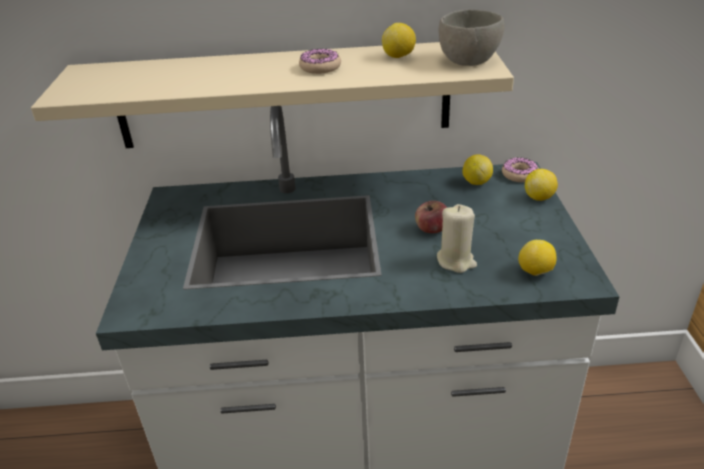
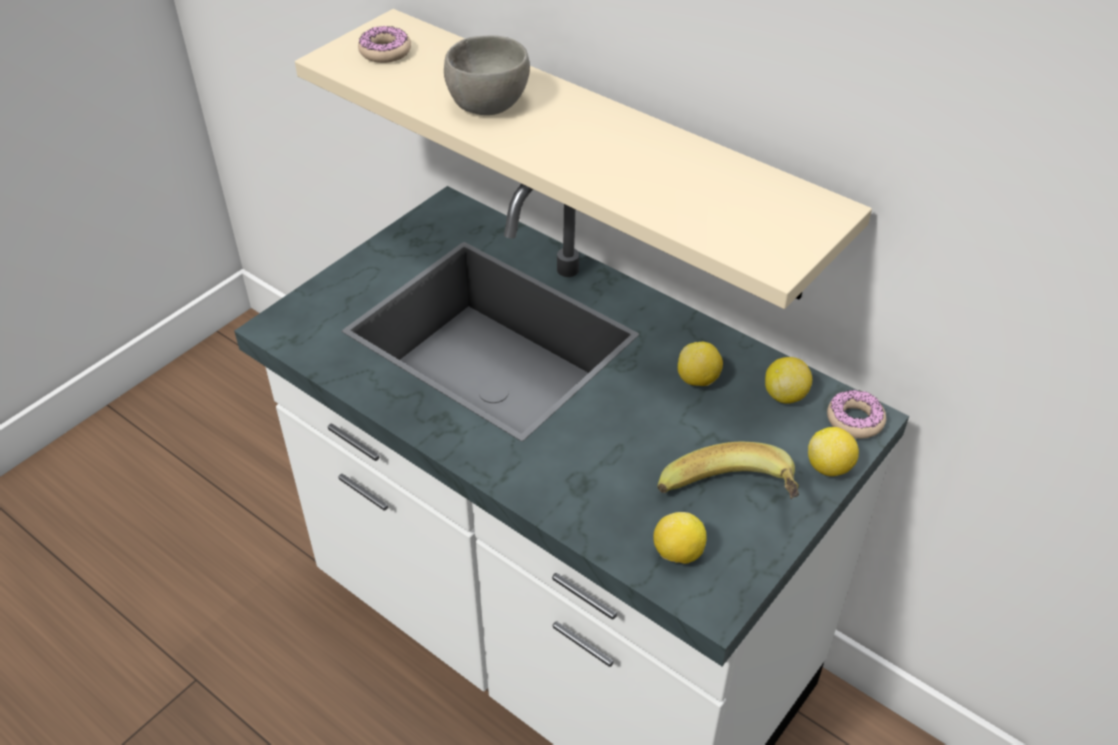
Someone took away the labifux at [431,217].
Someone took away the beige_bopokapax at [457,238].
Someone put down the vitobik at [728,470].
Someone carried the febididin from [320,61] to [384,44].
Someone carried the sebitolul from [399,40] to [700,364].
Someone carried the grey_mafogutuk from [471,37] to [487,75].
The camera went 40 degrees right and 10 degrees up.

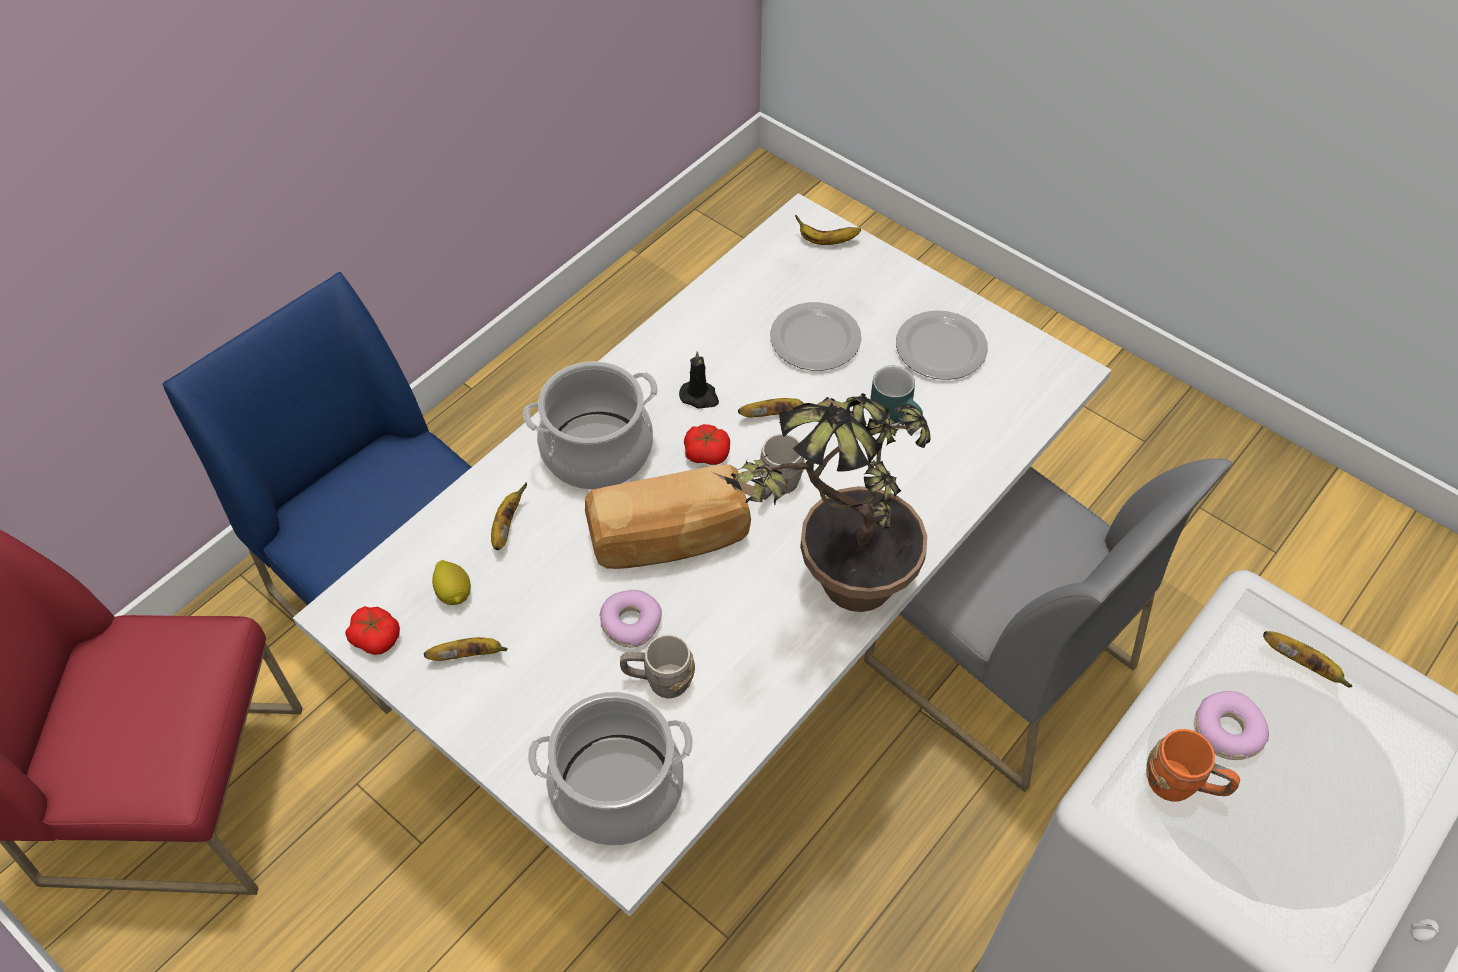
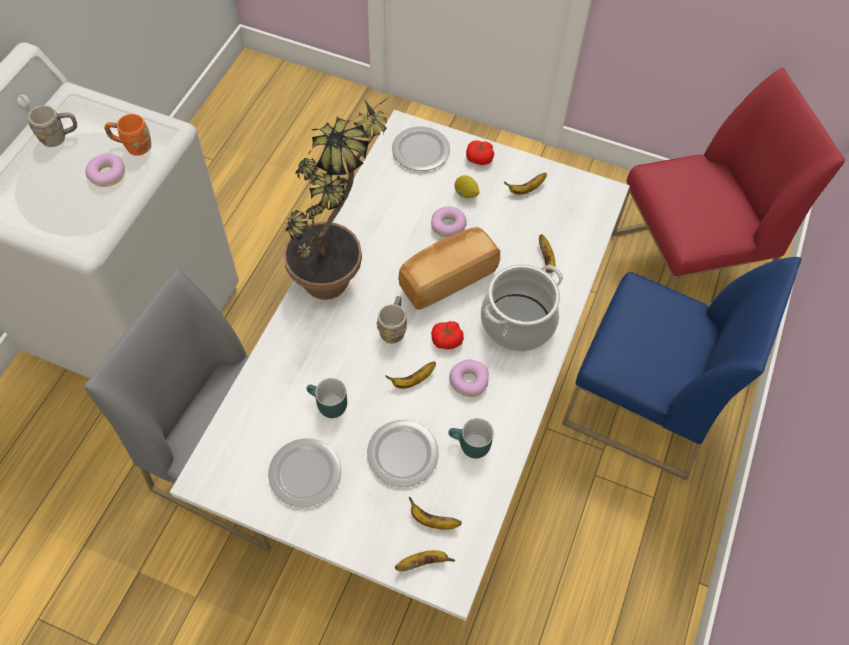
Someone put down the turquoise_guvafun at [471,438].
Someone carried the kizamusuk from [372,630] to [480,152].
Someone carried the sebitolul from [451,582] to [467,186].
Someone carried the grey_guvafun from [657,666] to [52,126].
Someone carried the vitobik from [1307,659] to [435,513].
Someone swapped the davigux at [610,769] for the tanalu at [421,148].
Someone swapped the black_bopokapax at [699,380] for the febididin at [469,378].
The camera went 160 degrees right and 5 degrees up.

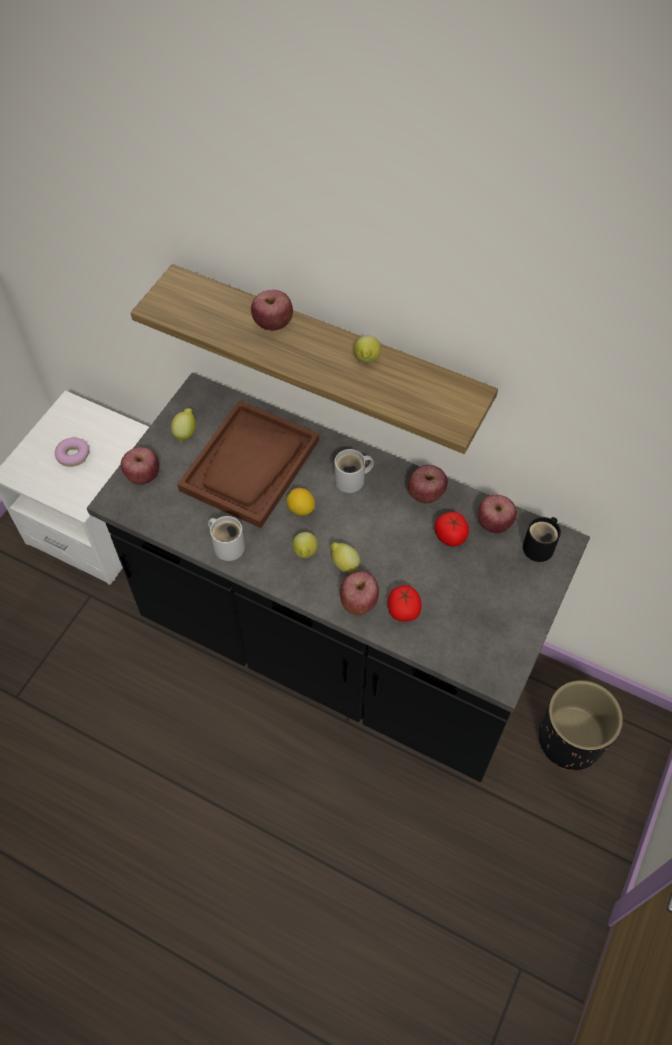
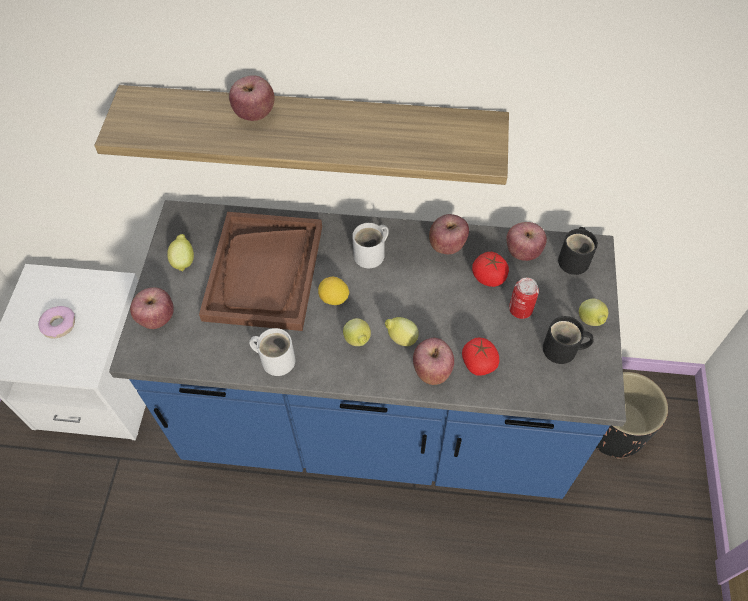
Someone put down the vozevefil at [524,298].
Someone put down the black_guvafun at [568,340].
Someone carried the sebitolul from [367,349] to [593,312].
Someone repainted the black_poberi at [338,577], which became the blue_poberi at [367,349].
The camera went 20 degrees left and 0 degrees up.

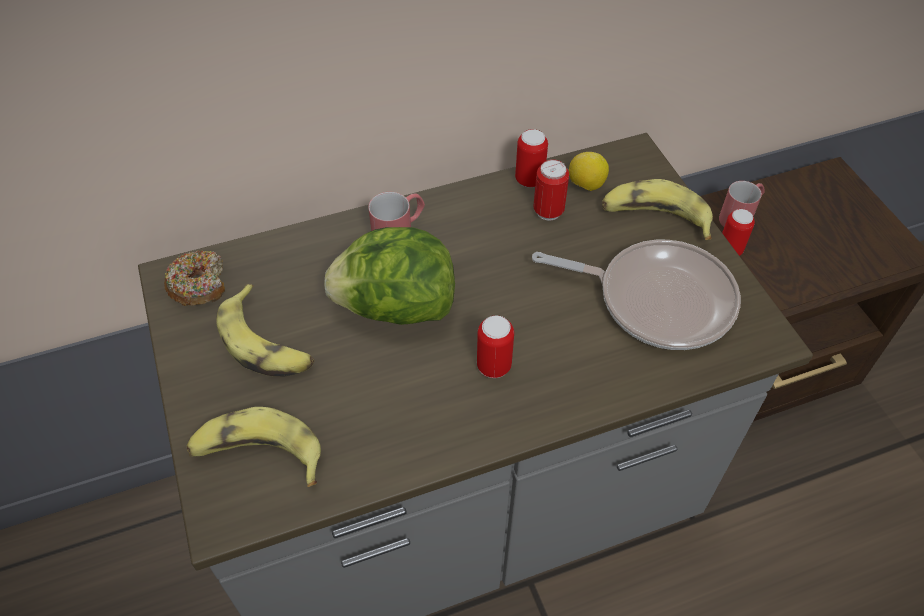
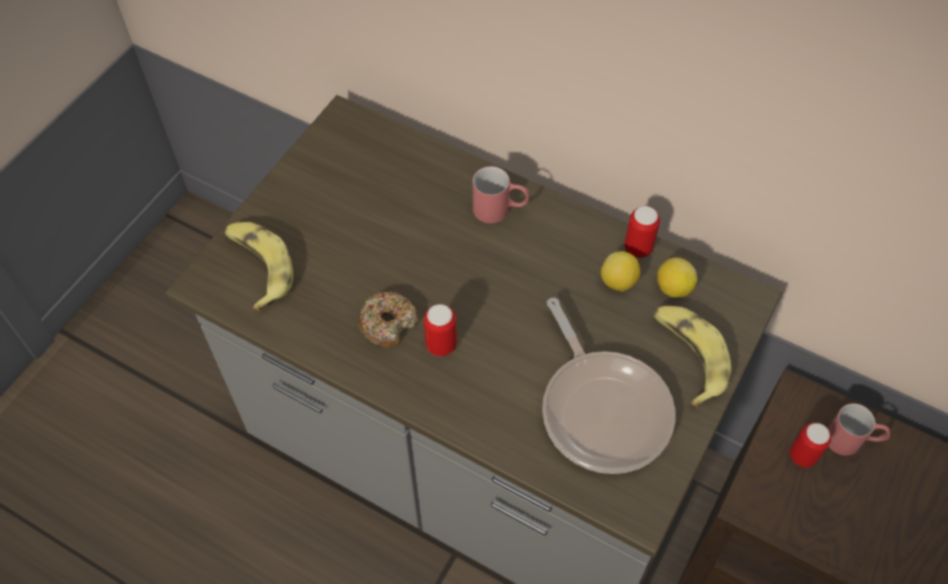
Someone took away the vitobik at [265,330].
Someone took away the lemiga at [389,276].
Someone carried the febididin from [194,278] to [388,320].
Someone swapped the vozevefil at [551,190] for the sebitolul at [620,271].
The camera went 50 degrees right and 5 degrees up.

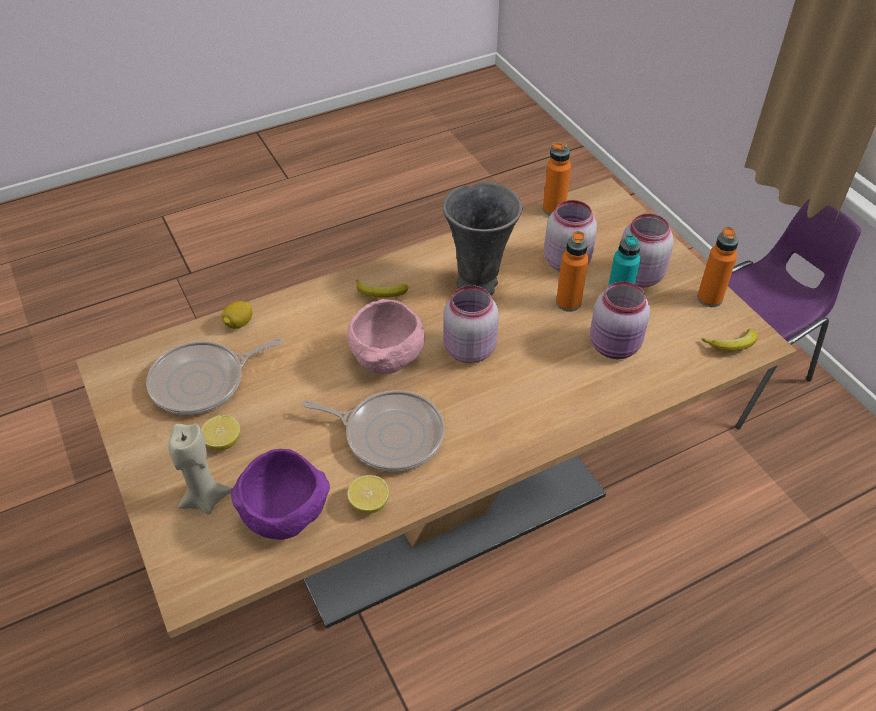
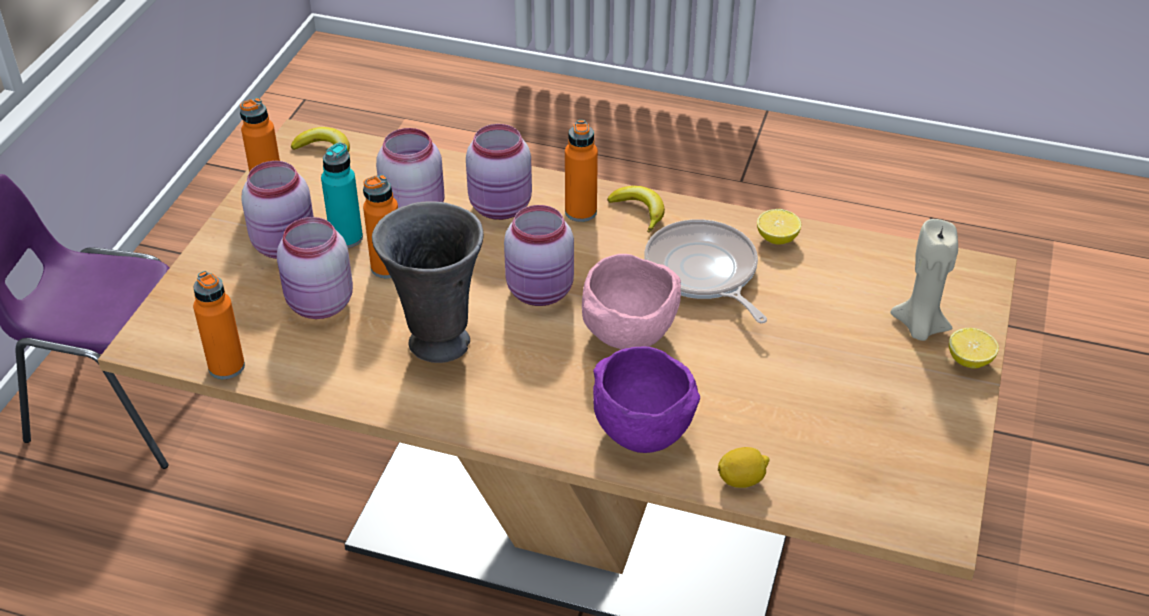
Someone took away the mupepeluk at [214,376].
Someone put down the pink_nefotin at [499,172].
Someone put down the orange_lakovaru at [581,171].
Someone carried the sebitolul from [220,432] to [974,348].
Someone carried the purple_mafogutuk from [280,494] to [646,400].
Someone carried the vitobik from [382,288] to [636,209].
The camera went 135 degrees left and 5 degrees down.

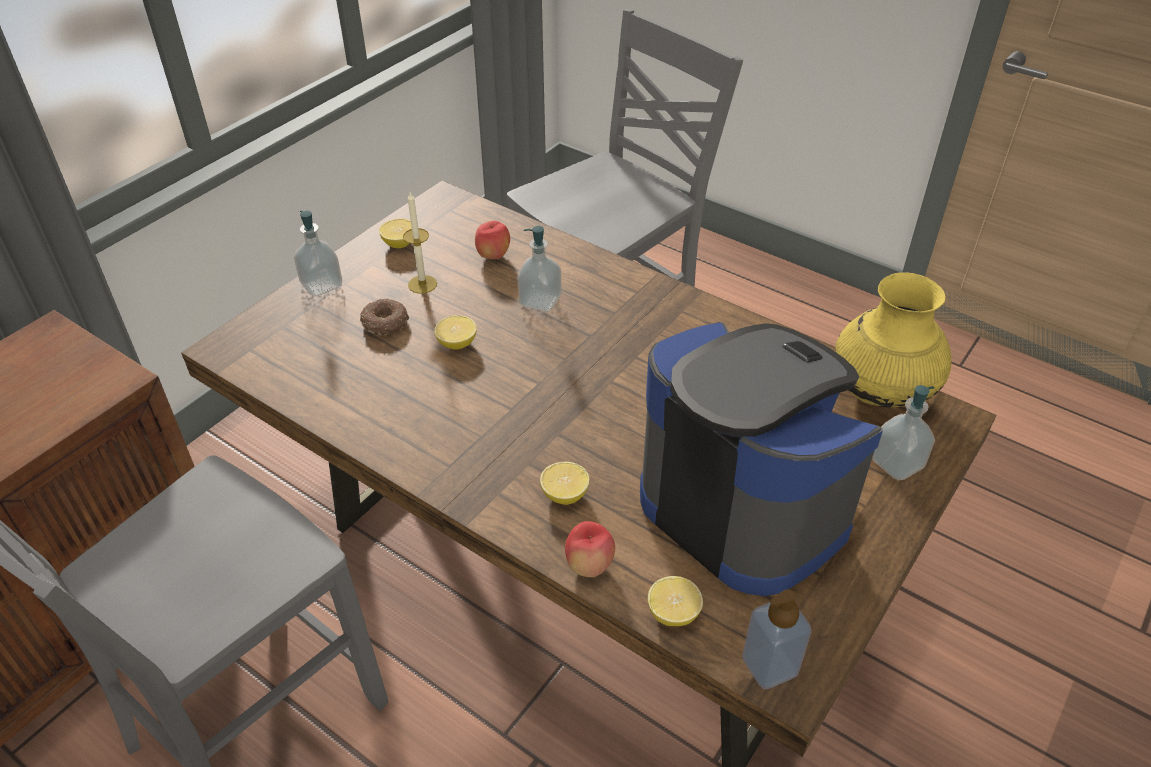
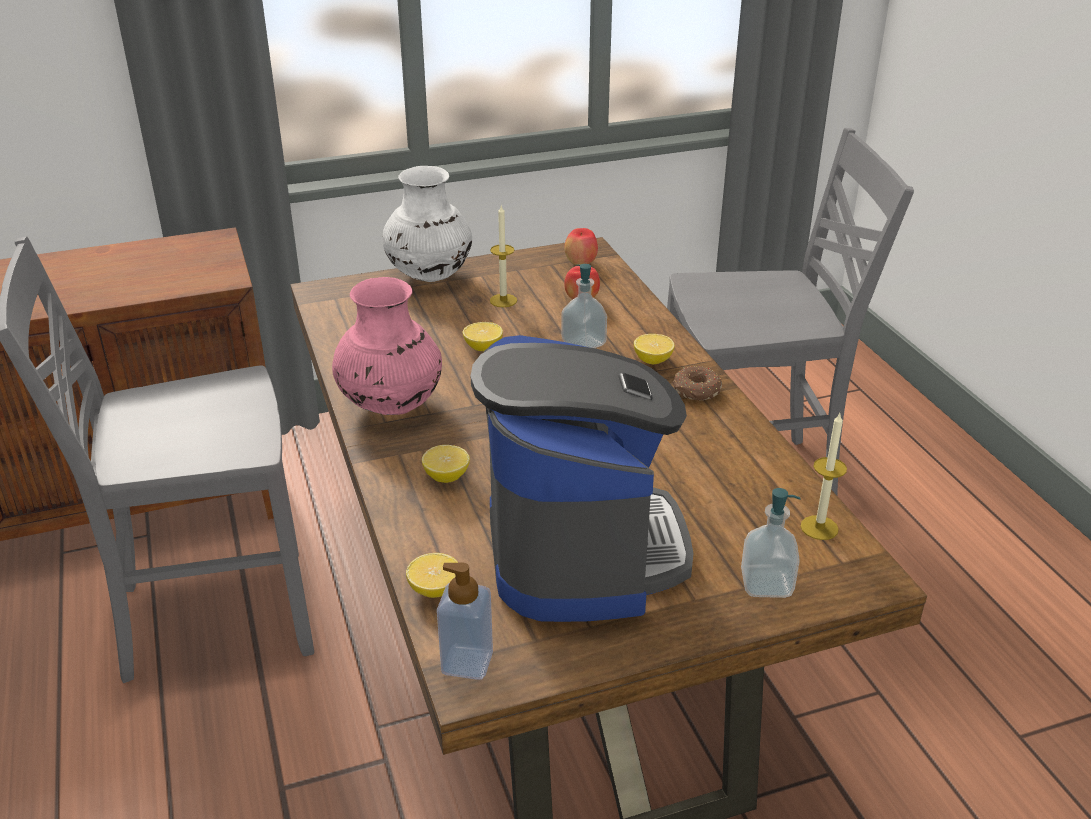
Someone put down the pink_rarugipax at [387,346].
Someone carried the febididin from [384,316] to [697,383].
Someone carried the sebitolul from [395,233] to [654,349].
Someone carried the labifux from [590,549] to [581,246].
Someone swapped the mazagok at [318,253] for the white_rarugipax at [427,224].
Someone swapped the yellow_rarugipax at [893,340] for the bopokapax at [823,476].
The camera went 35 degrees right and 10 degrees down.

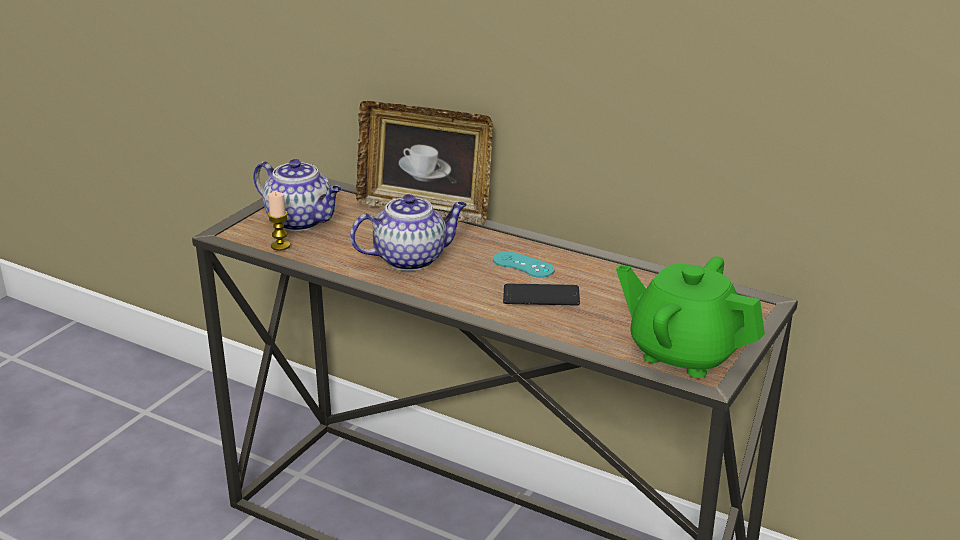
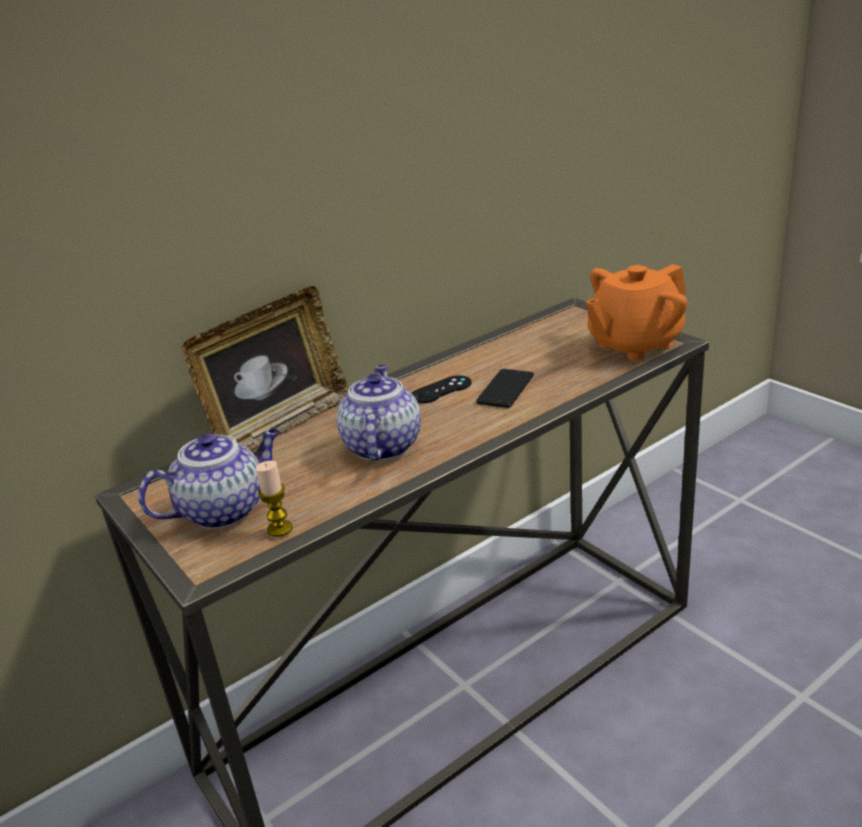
Someone repainted the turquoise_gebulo at [524,264], which became the black_gebulo at [441,389].
Someone repainted the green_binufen at [690,317], which became the orange_binufen at [636,312].
The camera went 65 degrees left and 0 degrees up.

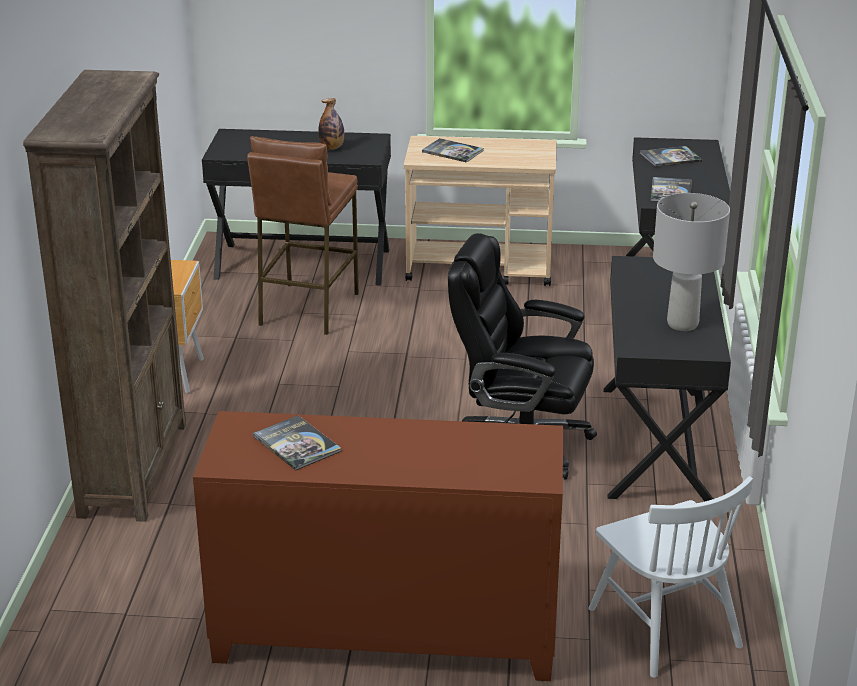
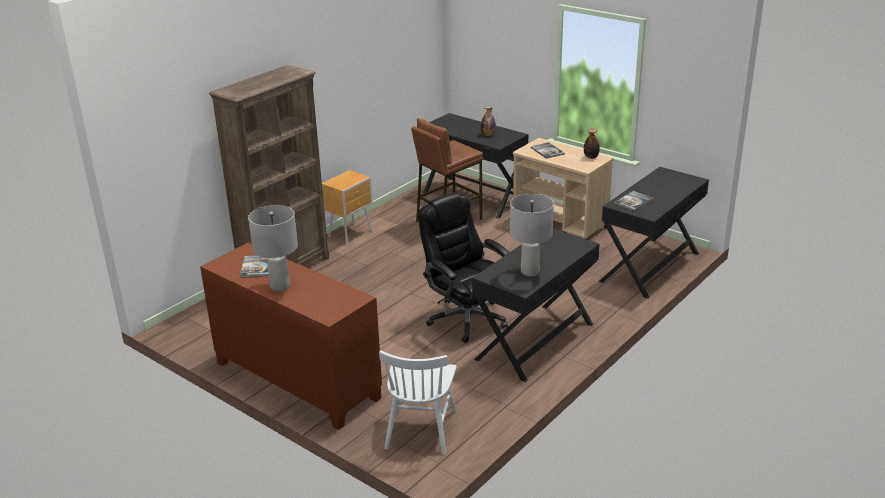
Someone took away the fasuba at [671,156].
Someone put down the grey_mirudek at [273,248].
Someone put down the lakovaru at [592,143].
The camera went 35 degrees right and 0 degrees up.

